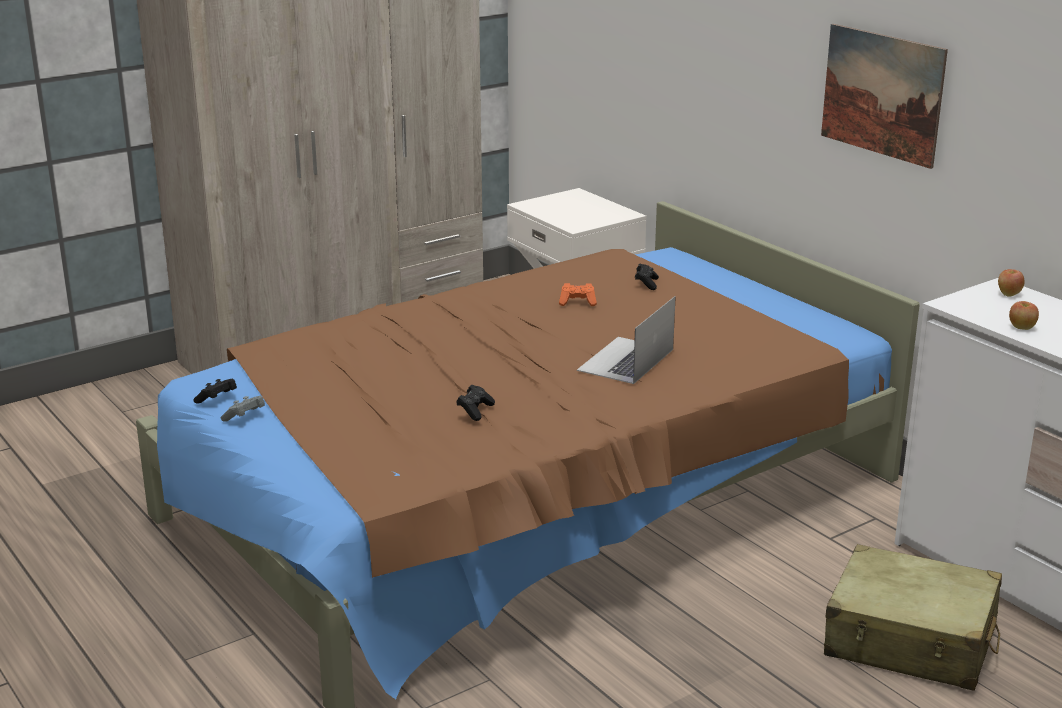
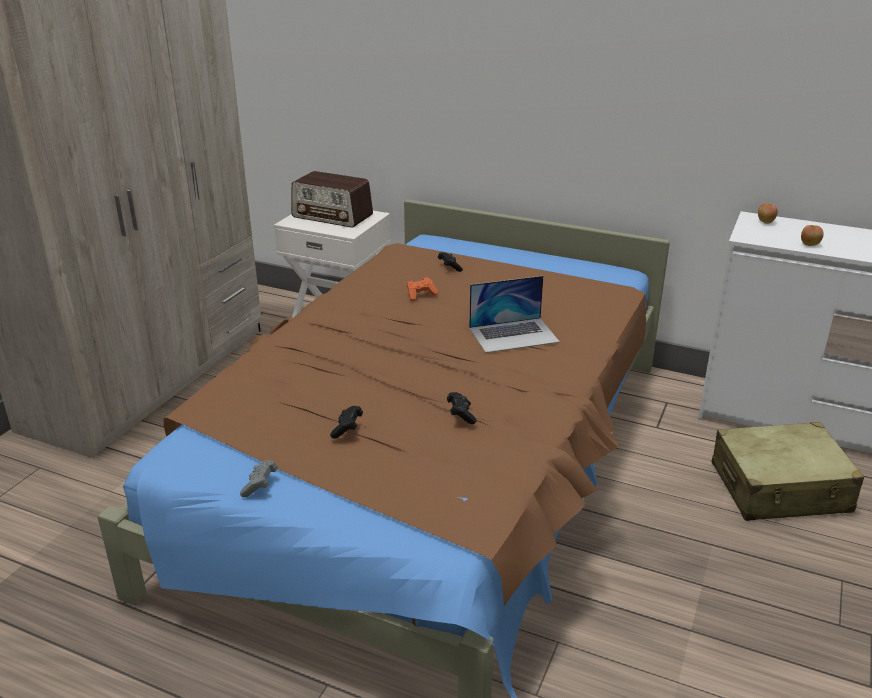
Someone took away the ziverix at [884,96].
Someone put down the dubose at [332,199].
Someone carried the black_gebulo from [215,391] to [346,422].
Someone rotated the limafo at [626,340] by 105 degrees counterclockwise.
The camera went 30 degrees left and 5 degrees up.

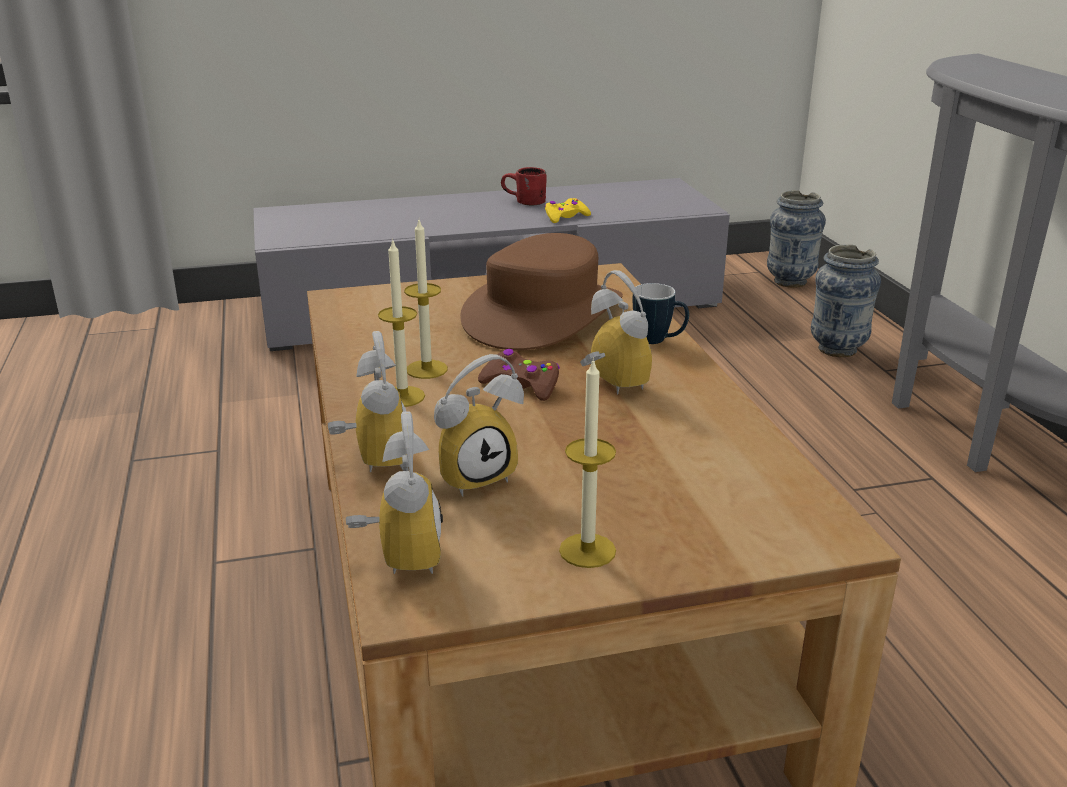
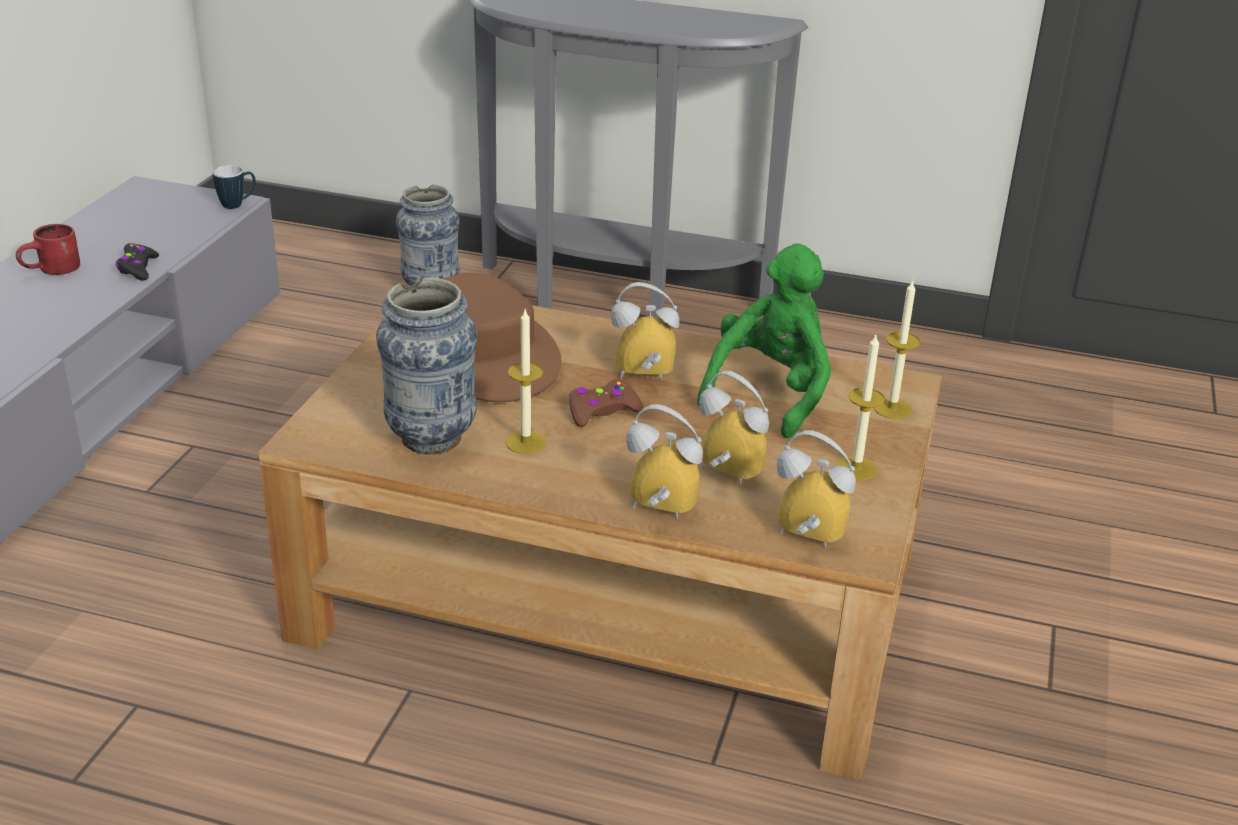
Someone put down the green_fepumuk at [764,341].
Someone carried the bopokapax from [401,322] to [897,349].
Someone carried the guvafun from [661,313] to [234,187].
Someone carried the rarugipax from [796,239] to [426,365].
Someone repainted the yellow_gebulo at [567,210], which became the black_gebulo at [137,262].
Someone rotated the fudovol at [479,425] by 60 degrees counterclockwise.
The camera went 60 degrees left and 5 degrees up.

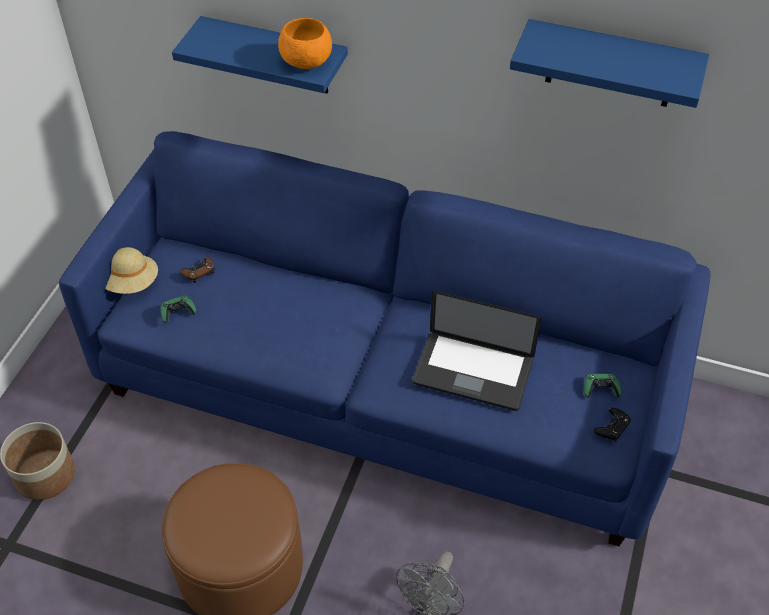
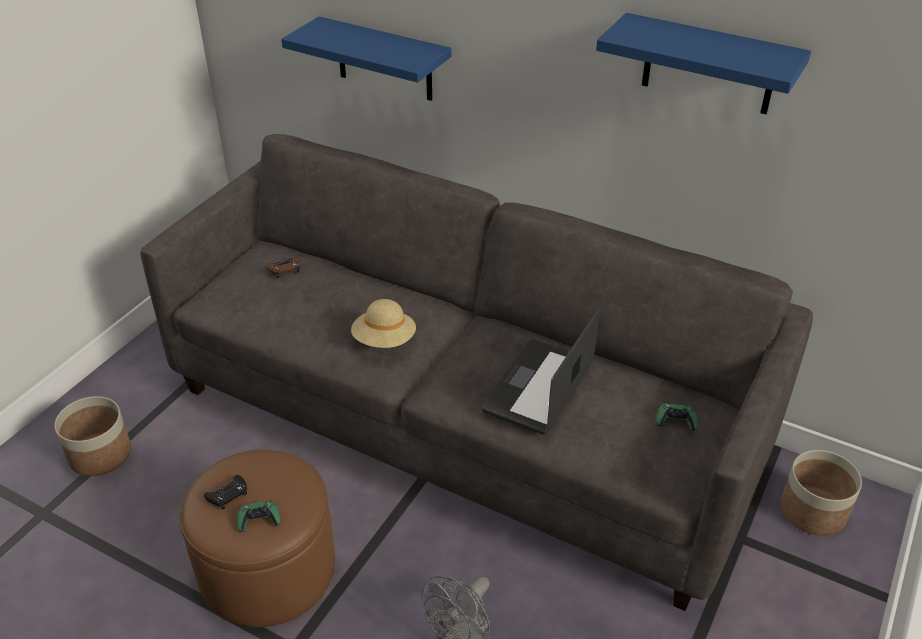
Someone took away the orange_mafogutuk at [305,43].
Someone put down the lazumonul at [821,493].
Someone carried the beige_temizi from [131,270] to [383,323].
Someone carried the green_gebulo from [178,309] to [258,516].
Someone carried the black_gebulo from [612,425] to [225,492].
Someone repainted the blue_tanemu at [385,338], which became the grey_tanemu at [476,372].
Someone rotated the limafo at [476,351] by 90 degrees clockwise.
The camera went 10 degrees right and 10 degrees down.

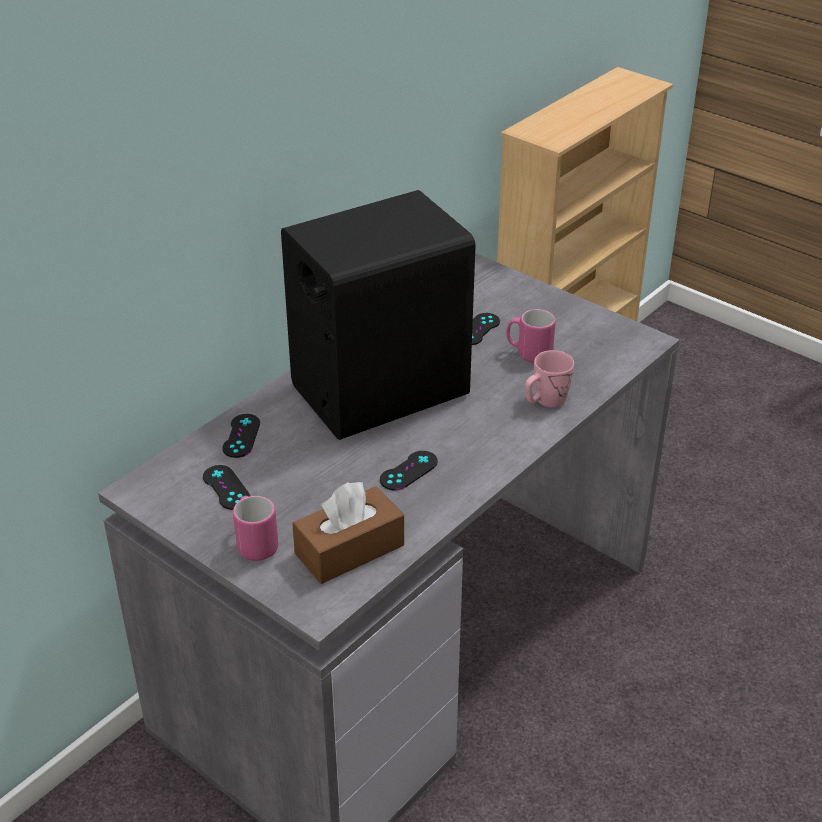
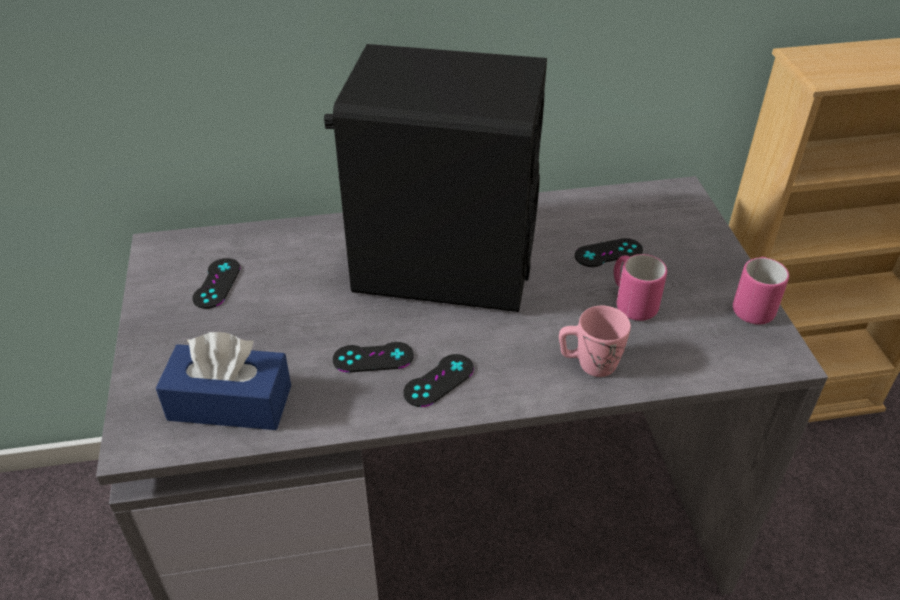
Someone carried the black_gebulo from [241,436] to [438,380].
Someone carried the pink_guvafun from [255,528] to [761,290].
Someone repainted the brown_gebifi at [348,533], which became the blue_gebifi at [223,381].
The camera went 40 degrees right and 5 degrees up.

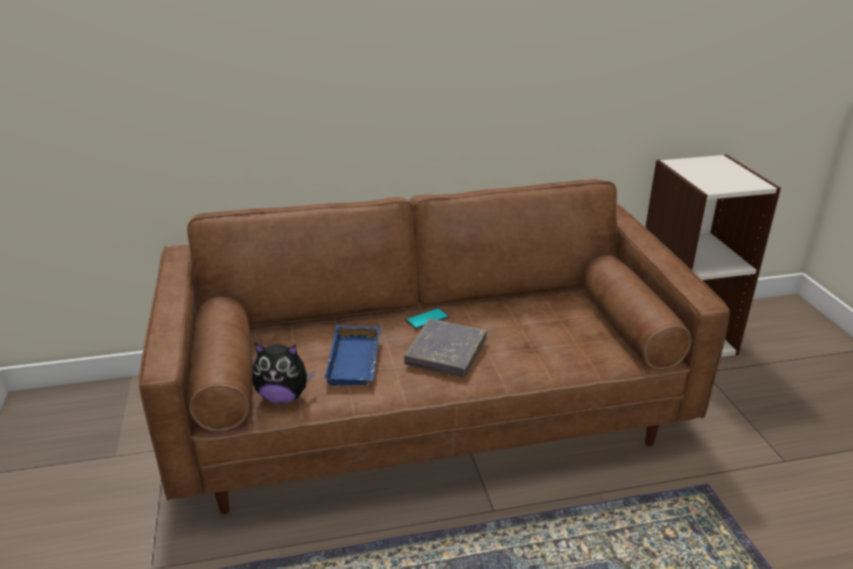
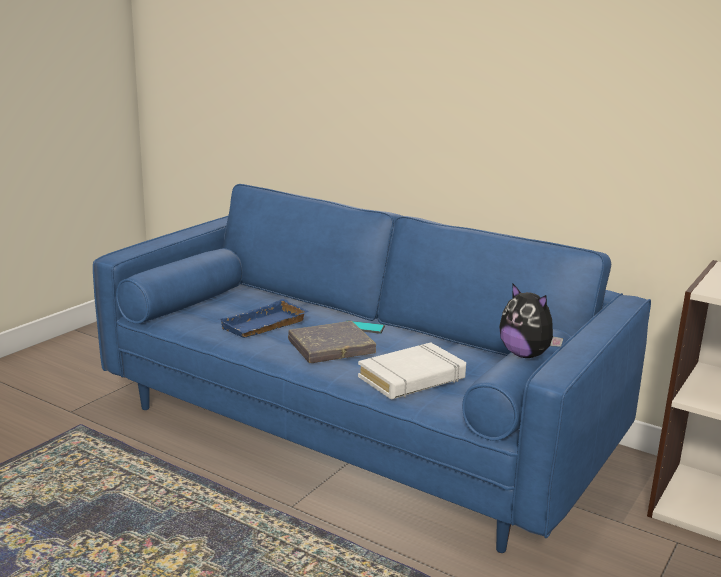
Someone put down the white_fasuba at [412,370].
Someone carried the fepumuk from [283,373] to [531,320].
Someone repainted the brown_tanemu at [434,347], which became the blue_tanemu at [372,368].
The camera went 45 degrees right and 10 degrees down.

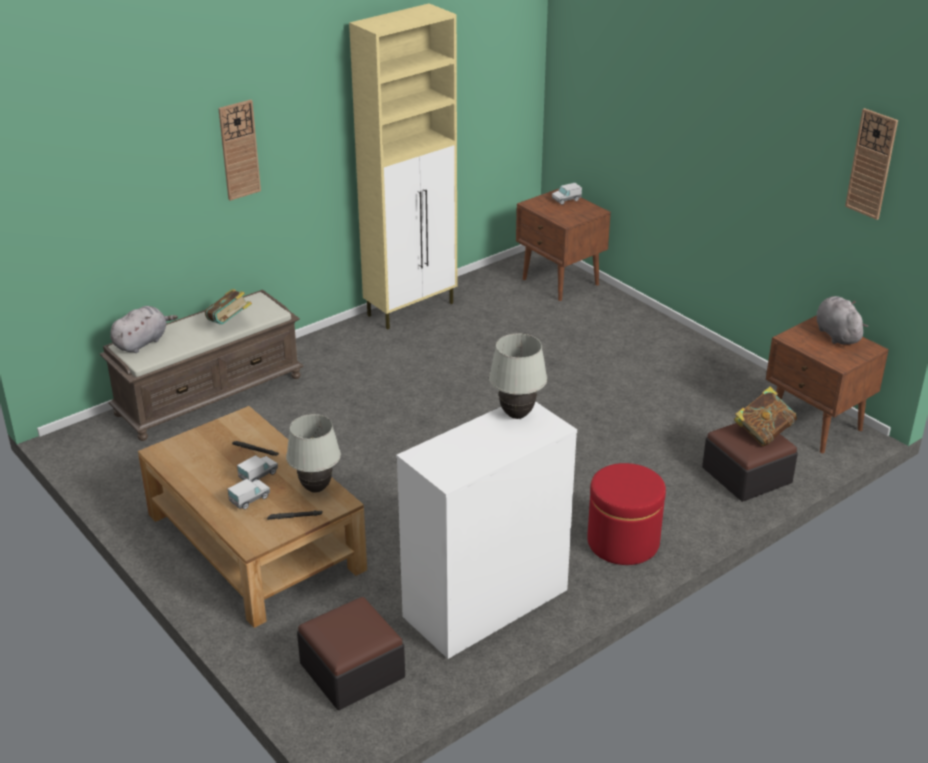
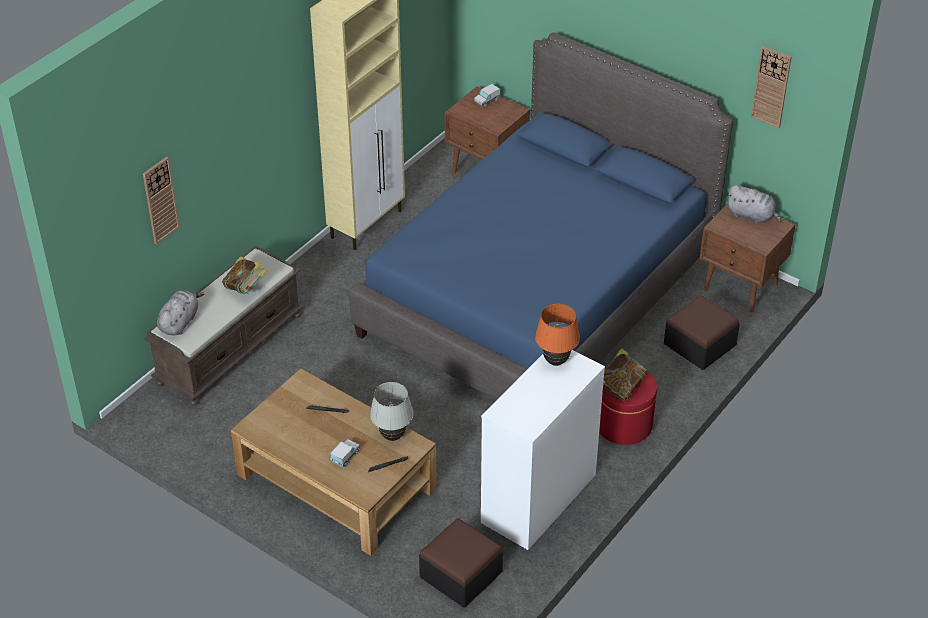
Someone took away the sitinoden at [257,468].
Someone put down the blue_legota at [541,216].
Someone carried the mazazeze from [239,150] to [161,200].
Someone carried the fasuba from [765,416] to [625,374].
Someone repainted the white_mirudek at [518,376], which became the orange_mirudek at [557,335].
Someone rotated the grey_fepumuk at [842,320] by 150 degrees clockwise.
The camera went 15 degrees left and 10 degrees up.

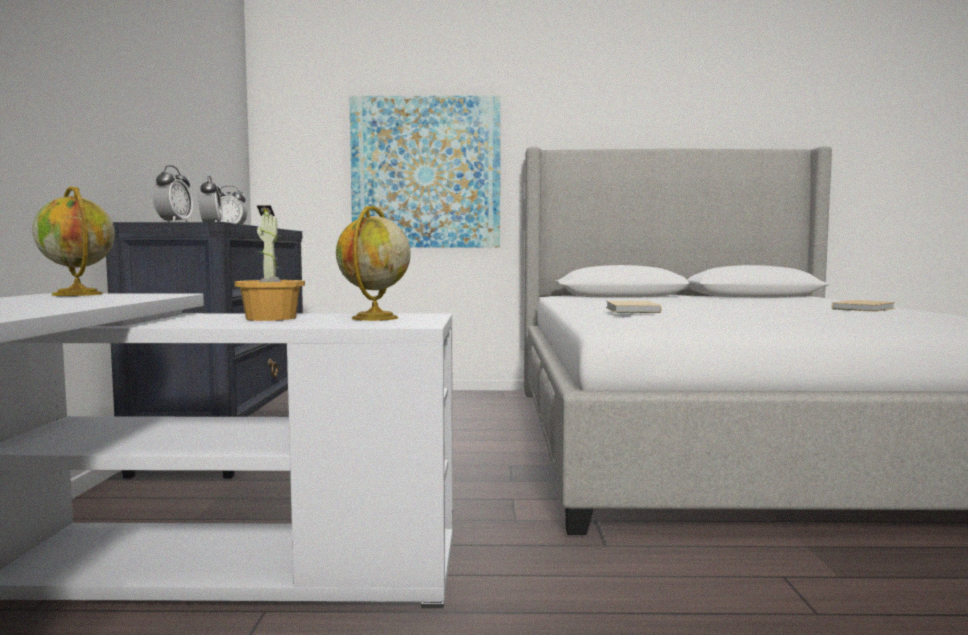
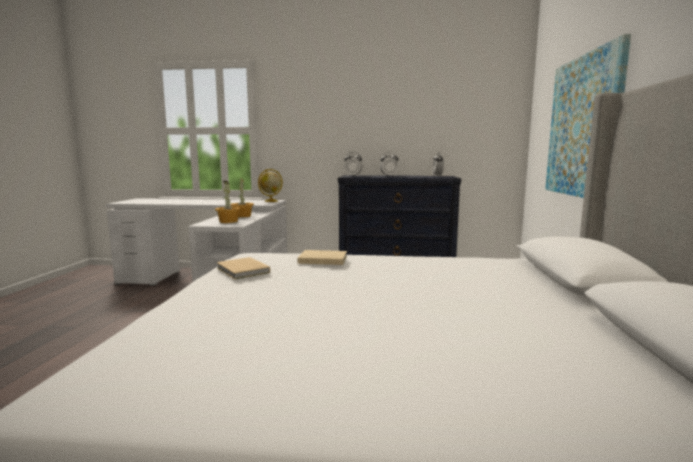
Someone carried the beige_fasuba from [863,306] to [243,268].
Someone swapped the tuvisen at [373,263] for the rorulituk at [228,202].
The camera went 95 degrees right and 5 degrees up.

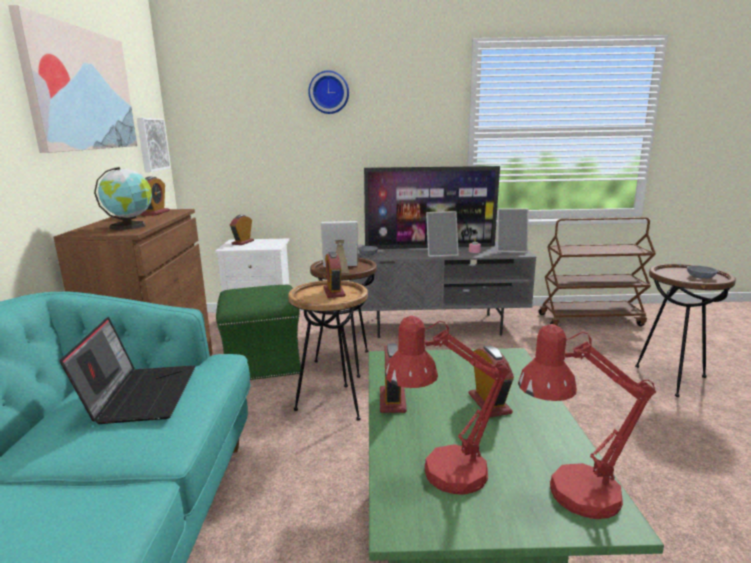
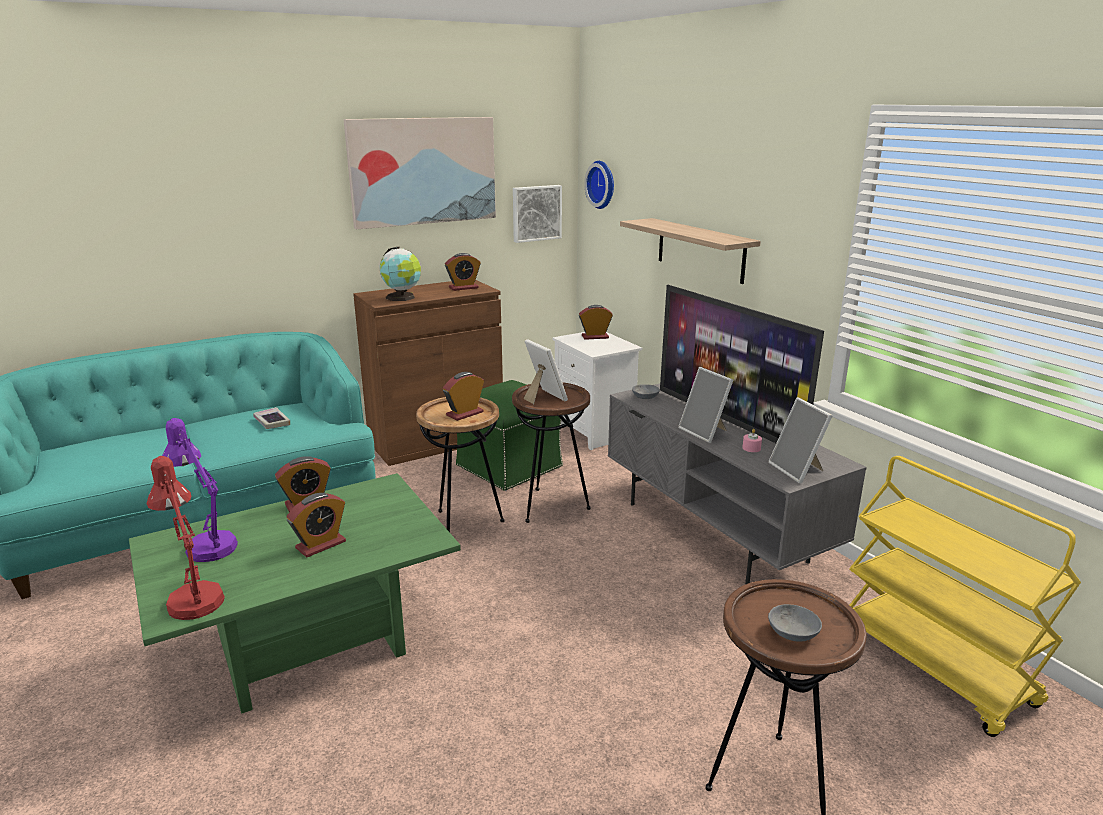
Someone put up the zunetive at [690,251].
Someone carried the mazazeze from [328,92] to [599,185].
Someone swapped the limafo at [128,370] for the fasuba at [271,418].
Someone repainted the red_mirudek at [447,405], which became the purple_mirudek at [200,490].
Someone repainted the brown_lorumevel at [597,271], which became the yellow_lorumevel at [965,596].
The camera went 60 degrees right and 5 degrees up.

